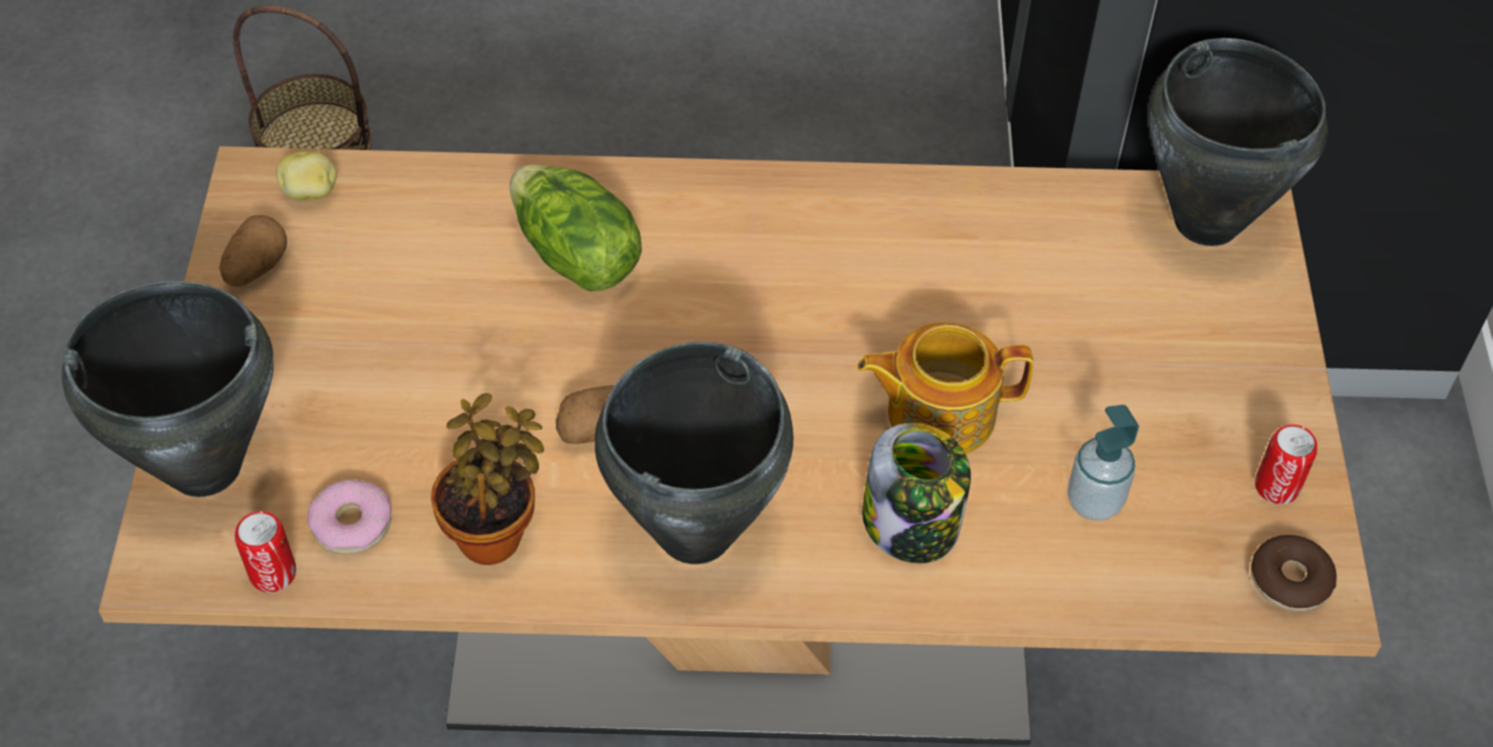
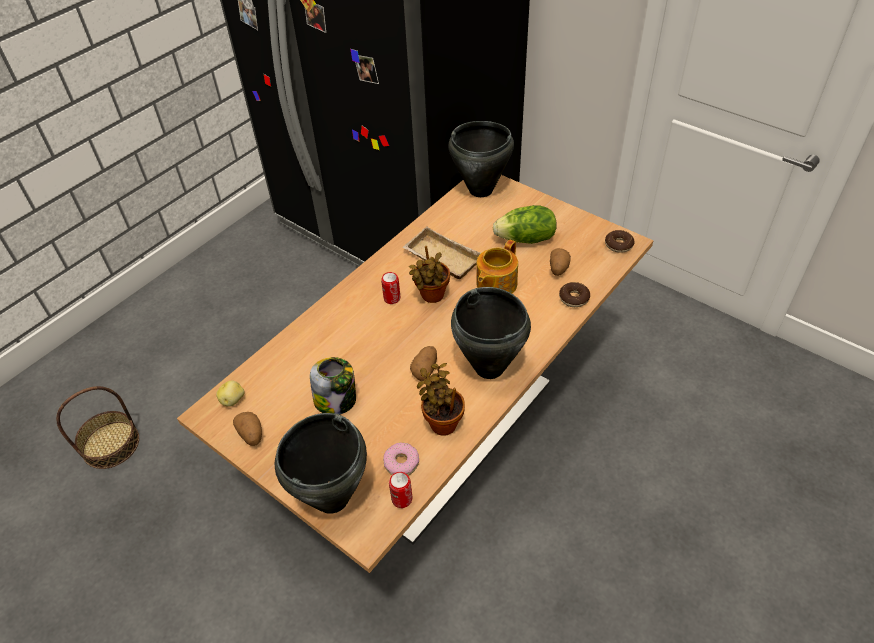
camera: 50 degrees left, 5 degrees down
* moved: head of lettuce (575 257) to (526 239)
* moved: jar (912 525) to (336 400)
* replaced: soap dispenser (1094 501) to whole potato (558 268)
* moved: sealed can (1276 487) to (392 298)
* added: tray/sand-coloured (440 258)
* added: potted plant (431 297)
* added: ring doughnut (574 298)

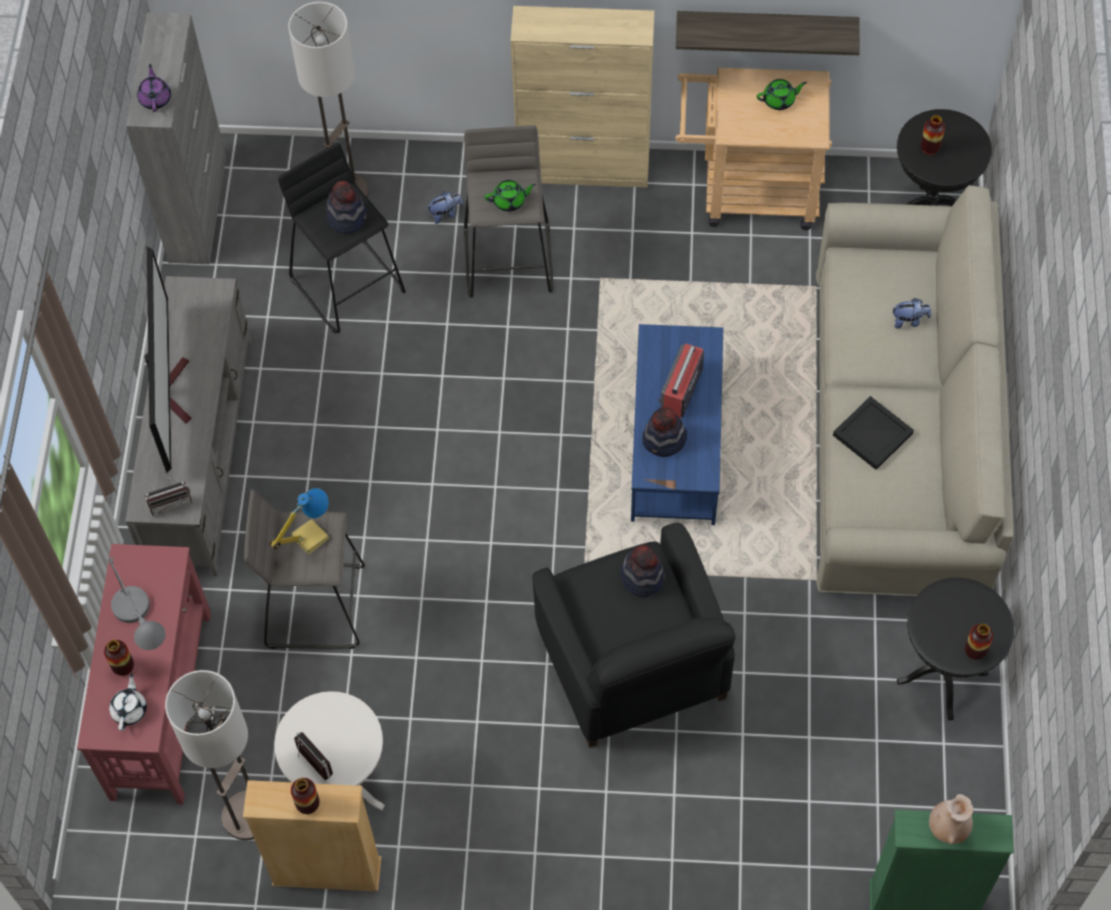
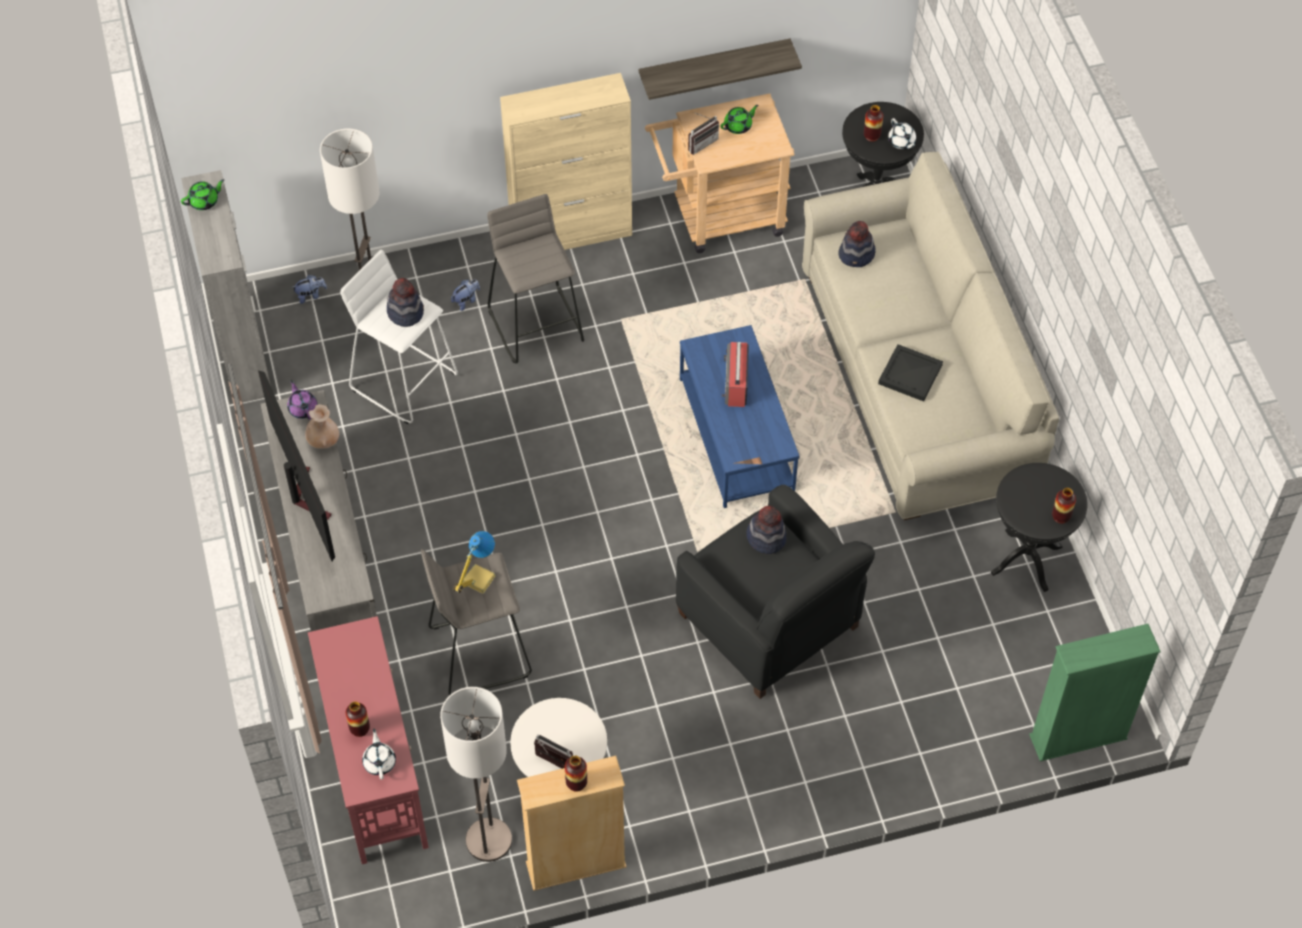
camera: 20 degrees left, 5 degrees down
* removed: lamp for a table/gray (145 632)
* moved: teapot/purple (155 98) to (303 408)
* moved: radio receiver (170 502) to (701 142)
* recoloured: stool seat/black-coloured (349 284) to stool seat/white-coloured (404 380)
* moved: teapot/green (510 201) to (204 201)
* moved: clothing hat (664 440) to (857 255)
* moved: plush toy (909 320) to (311 295)
* moved: flower vase/sand-coloured (948 828) to (324 441)
* added: teapot/white-coloured (901 142)

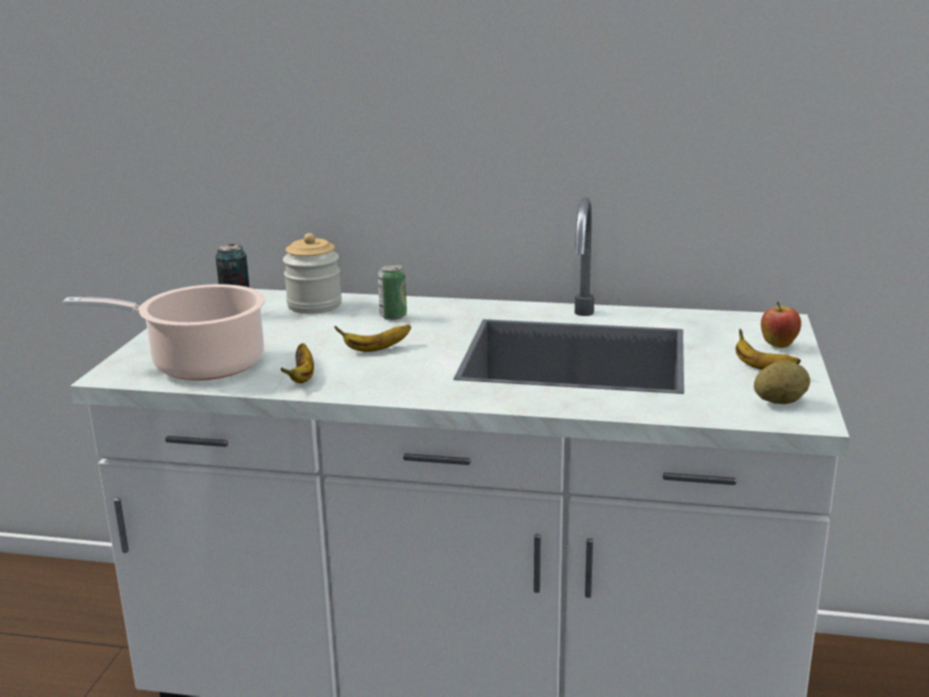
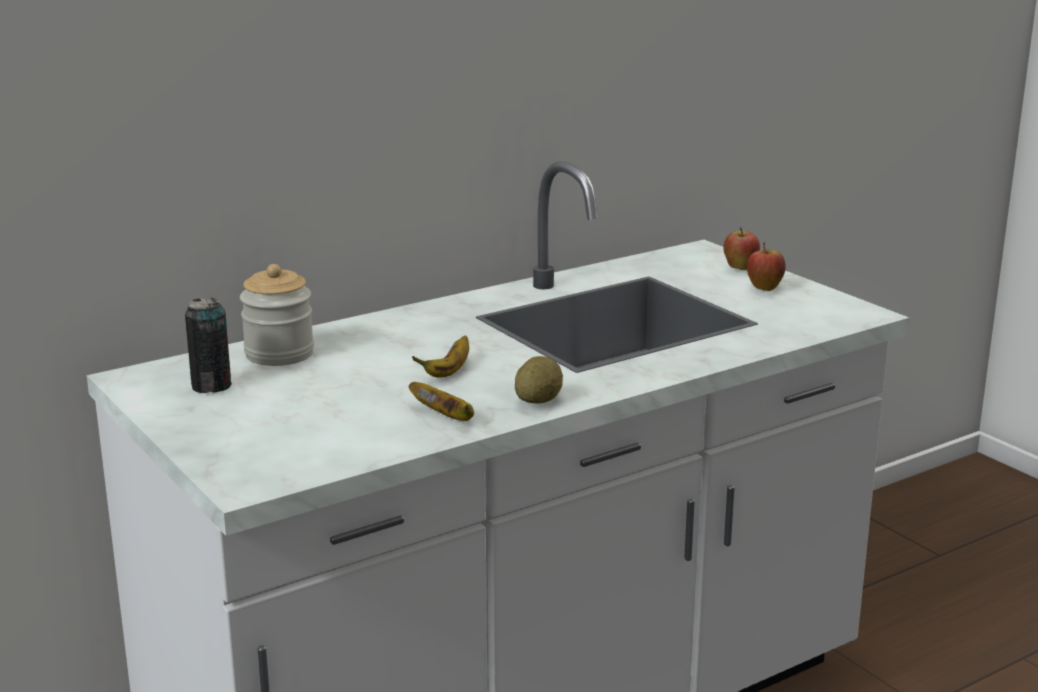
camera: 45 degrees left, 0 degrees up
* removed: stockpot (200 364)
* removed: sealed can (393 316)
* replaced: banana (761 368) to apple (764 288)
* moved: whole potato (780 402) to (538 401)

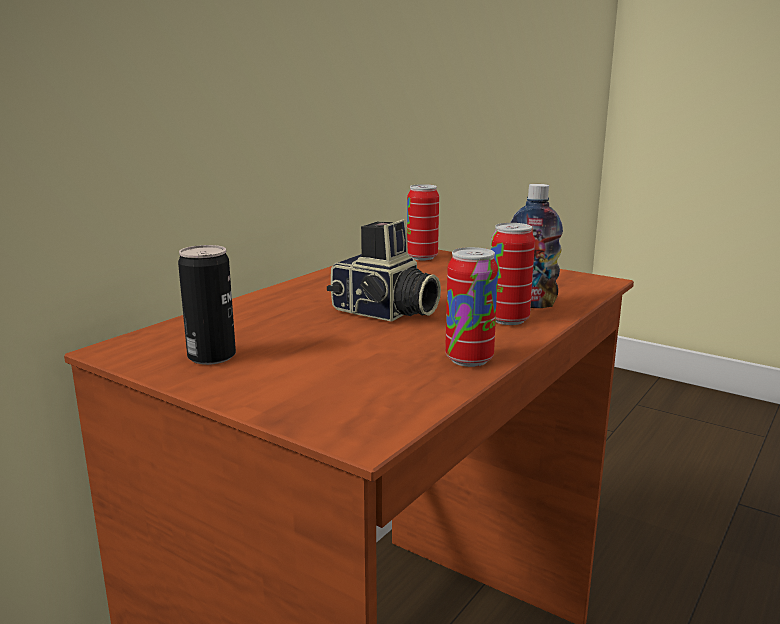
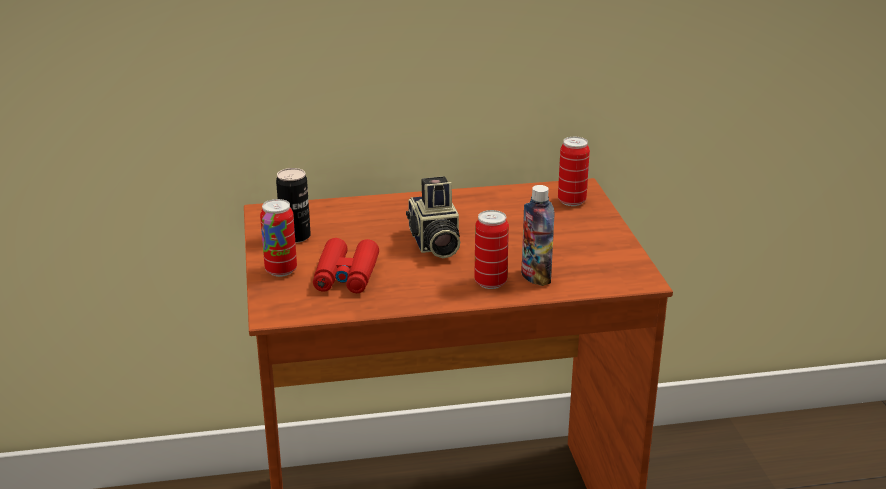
camera: 45 degrees right, 10 degrees up
* moved: sealed can (469 359) to (281 270)
* added: pair of binoculars/red-coloured (346 276)

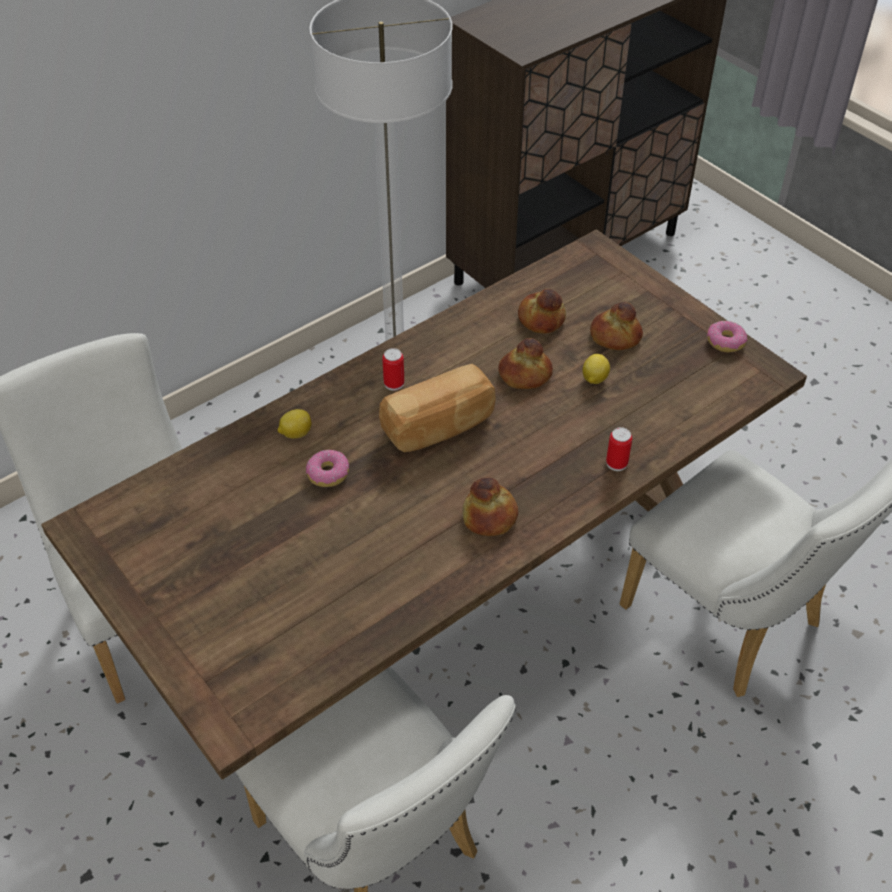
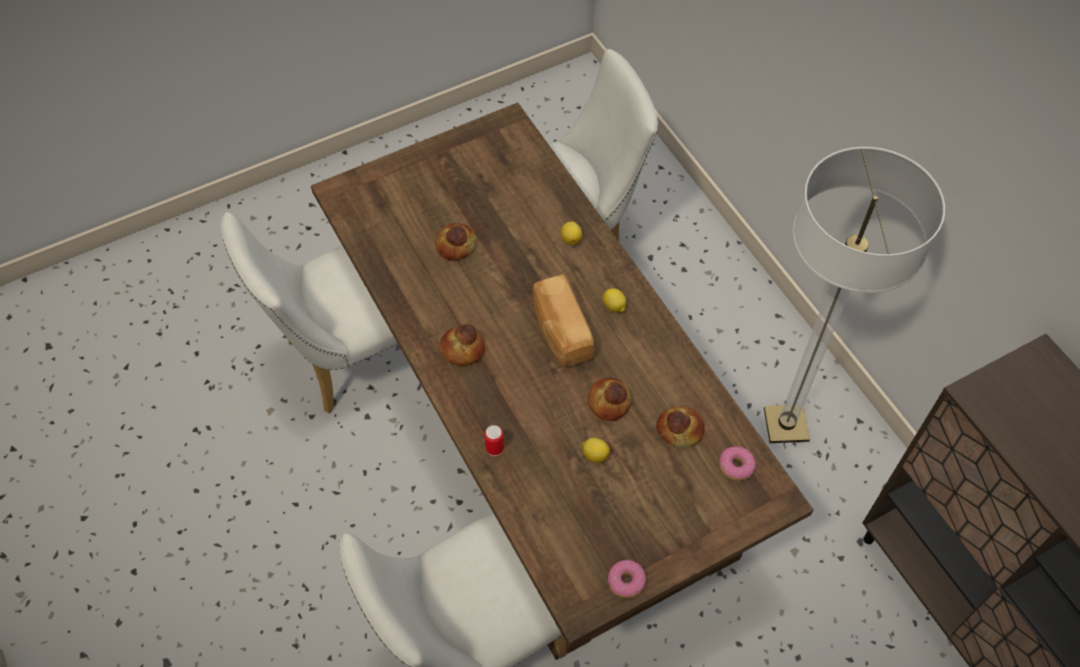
camera: 100 degrees right, 10 degrees up
* moved: ring doughnut (328 473) to (736 466)
* replaced: sealed can (394 383) to whole lemon (614 307)
* moved: baked bread (614 337) to (455 245)

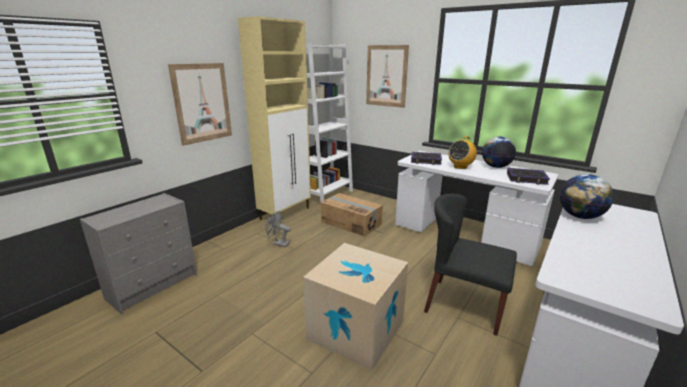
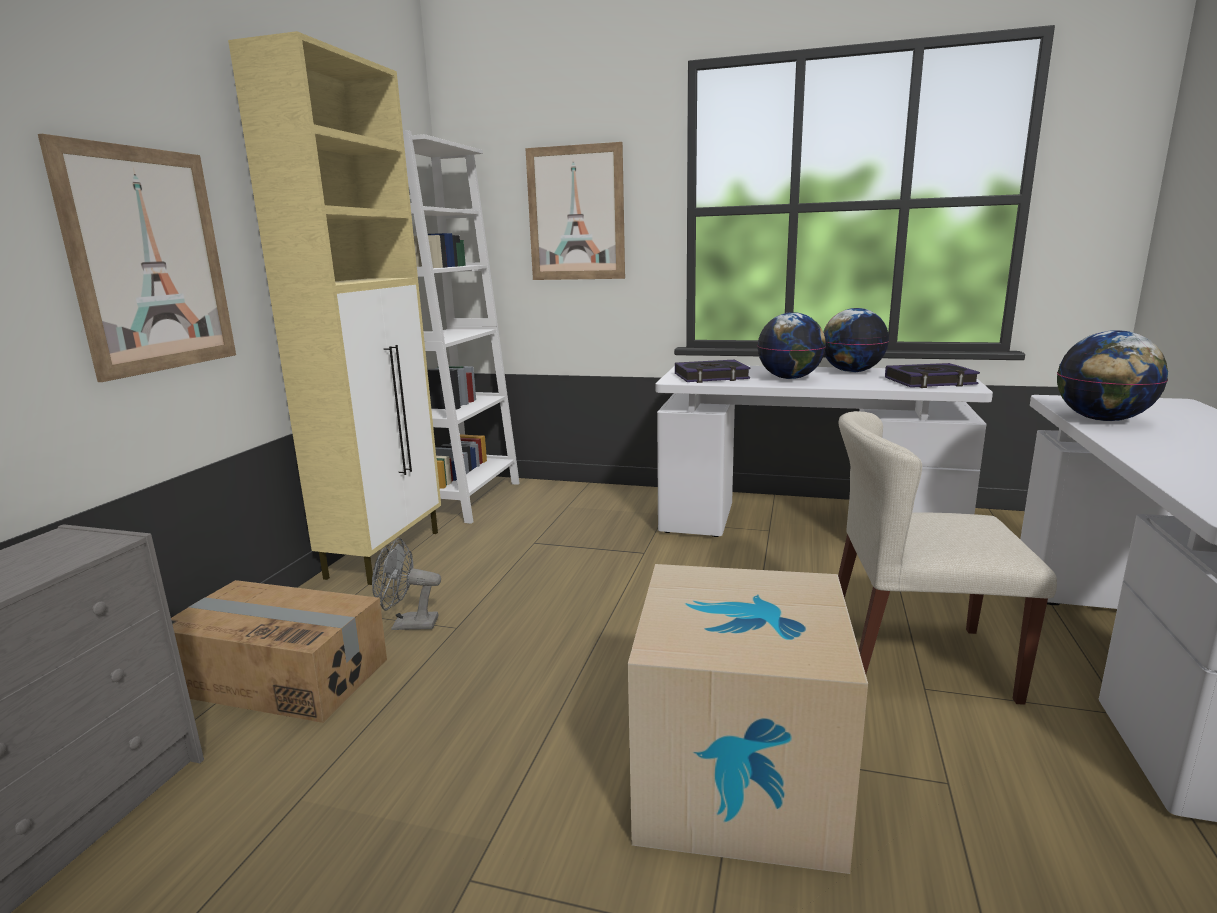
camera: 20 degrees left, 5 degrees down
* moved: carton (351 223) to (282 676)
* recoloured: upright chair/black-coloured (463 305) to upright chair/sand-coloured (915 660)
* replaced: radio receiver (460 167) to world globe (790 378)

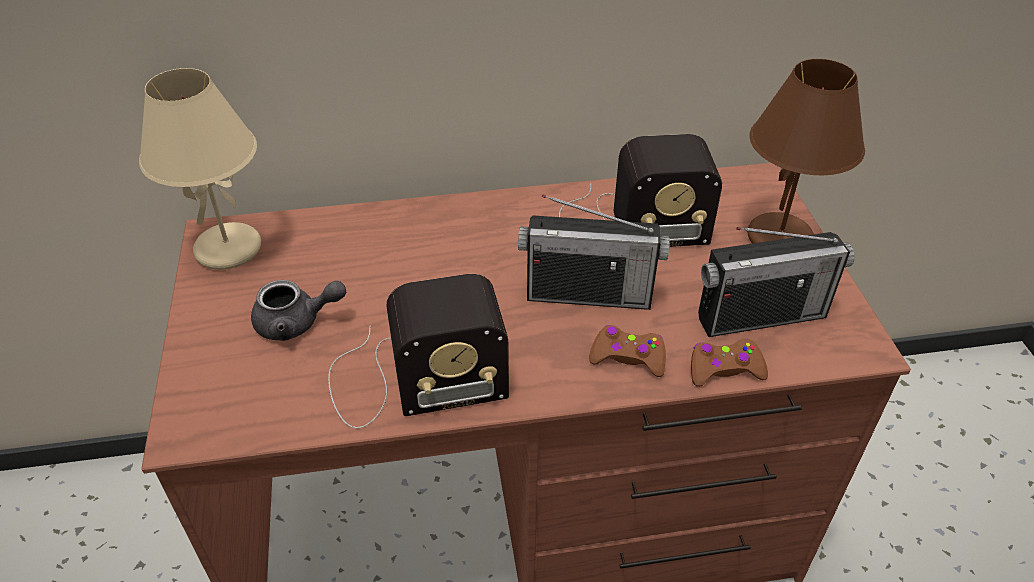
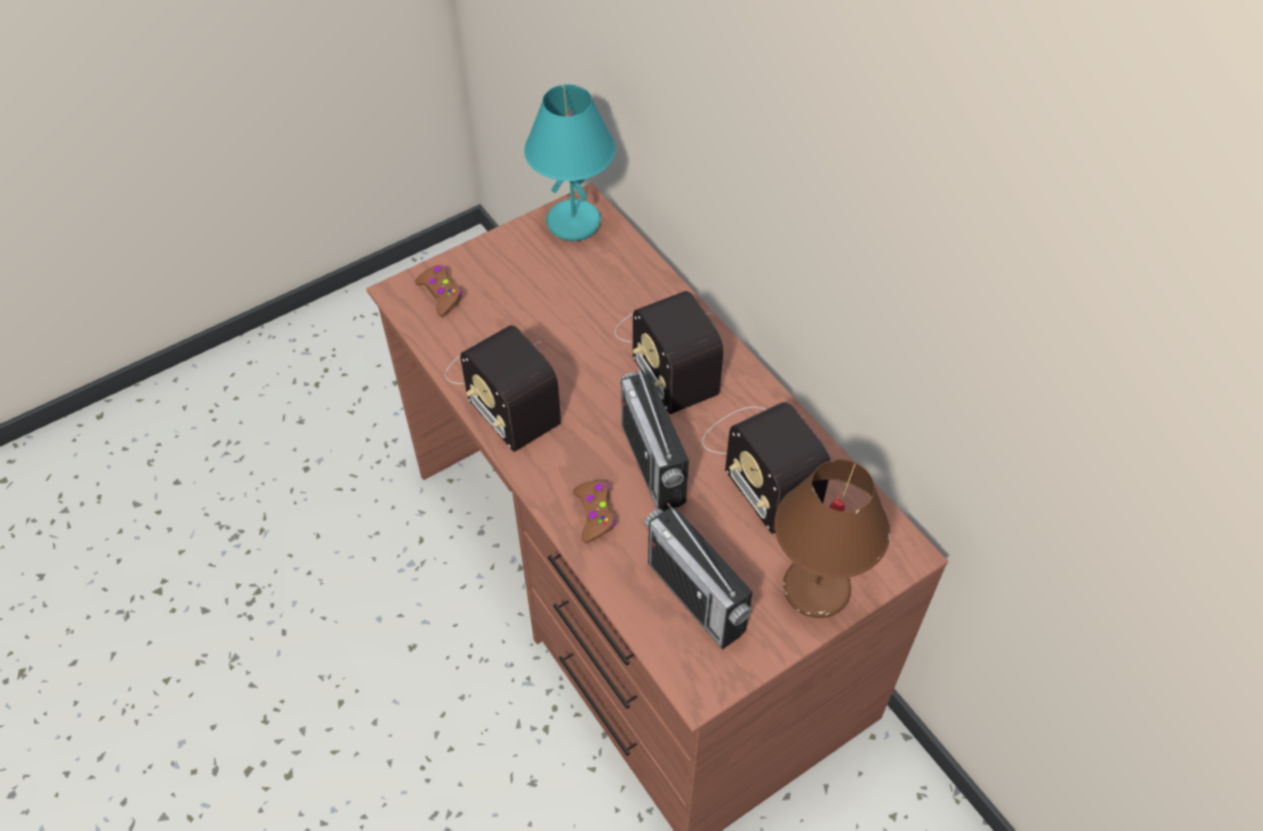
camera: 65 degrees right, 10 degrees up
* recoloured: lamp for a table/sand-coloured (229 248) to lamp for a table/blue-green (575 222)
* removed: teapot/gray (296 323)
* moved: gamepad/brown (724 369) to (441 294)
* added: radio receiver (667 352)

